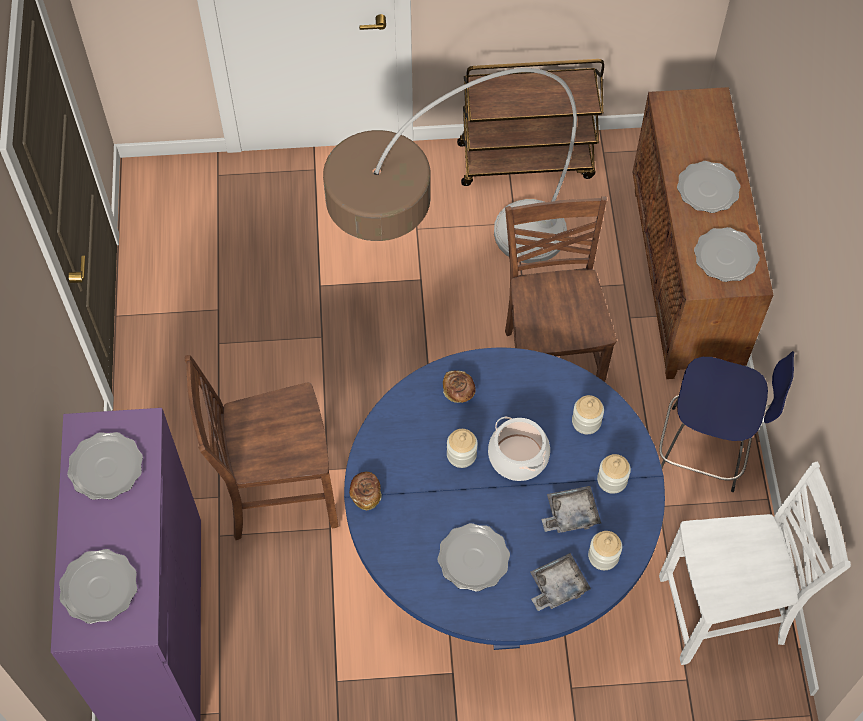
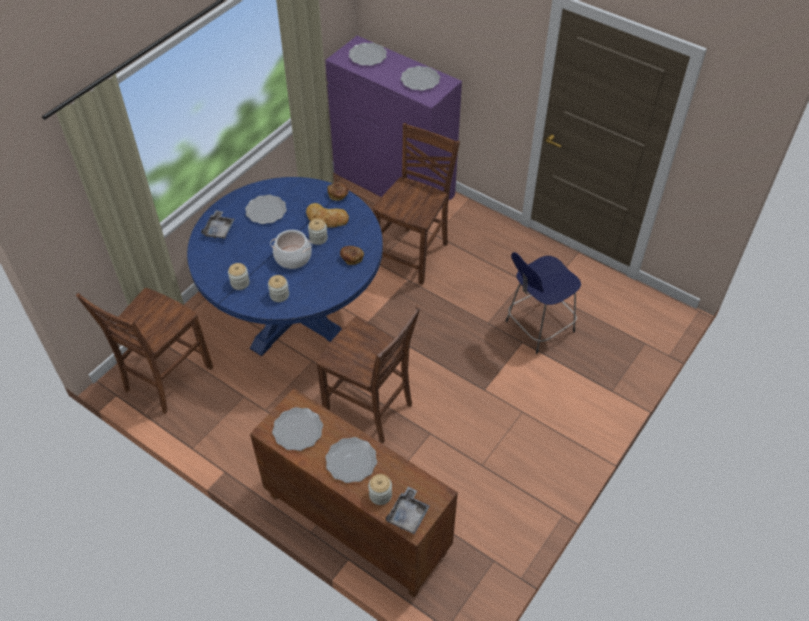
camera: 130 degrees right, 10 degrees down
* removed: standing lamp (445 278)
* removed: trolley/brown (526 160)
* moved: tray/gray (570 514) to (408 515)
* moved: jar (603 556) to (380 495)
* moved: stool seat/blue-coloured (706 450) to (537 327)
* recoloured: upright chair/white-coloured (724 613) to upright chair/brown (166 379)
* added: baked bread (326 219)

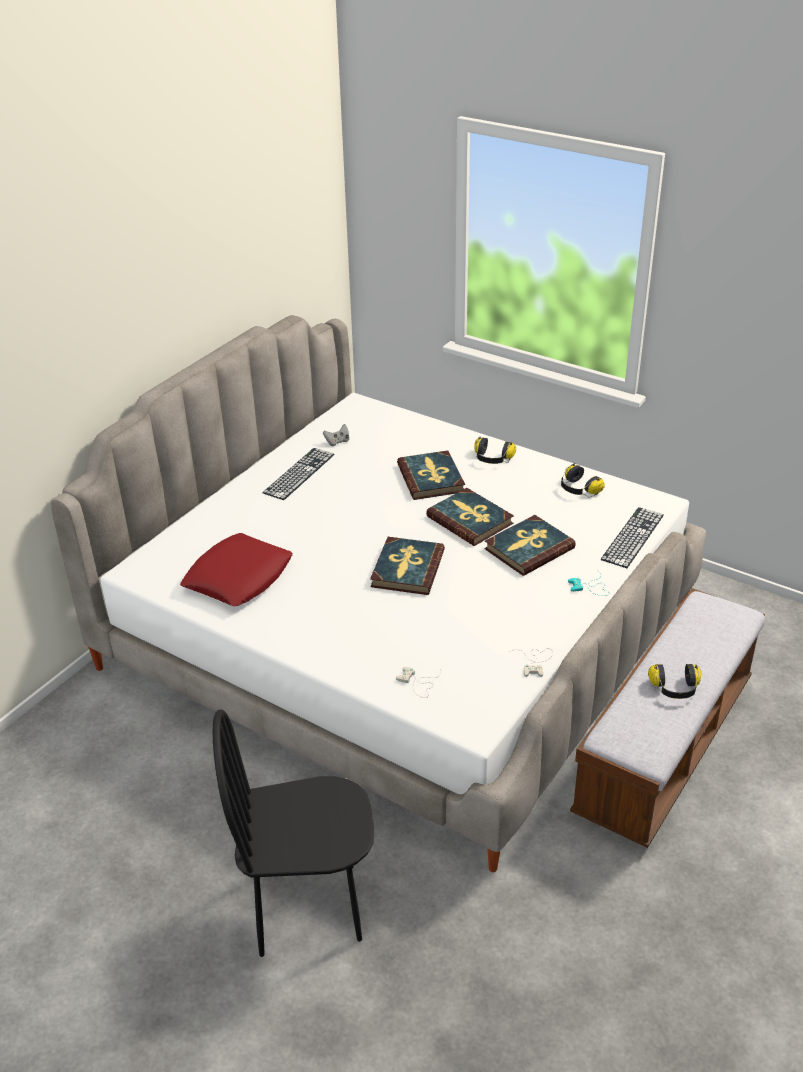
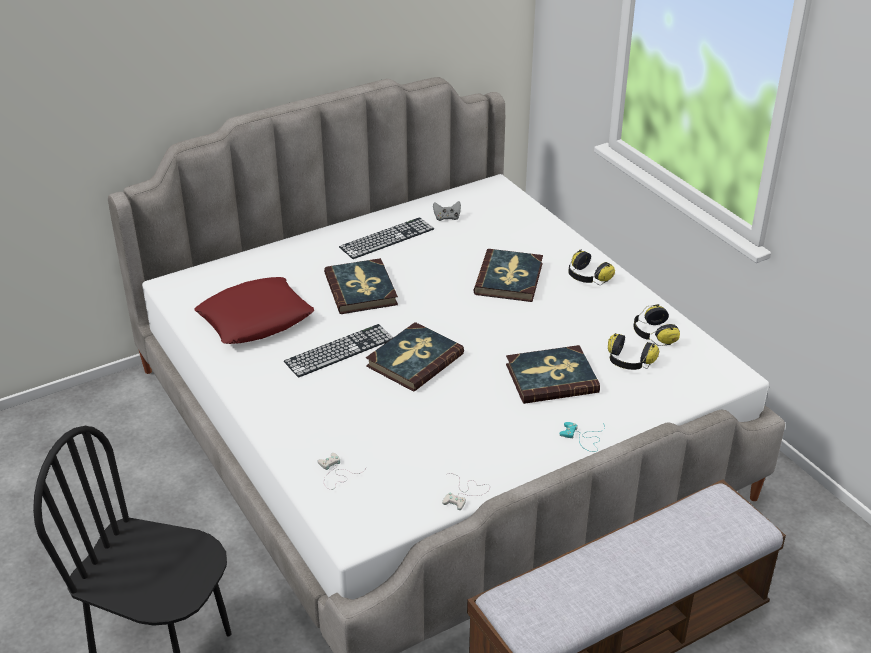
camera: 25 degrees right, 0 degrees up
* moved: volume (470 520) to (361 289)
* moved: PC keyboard (632 537) to (339 350)
* moved: headphones (675 689) to (628 362)

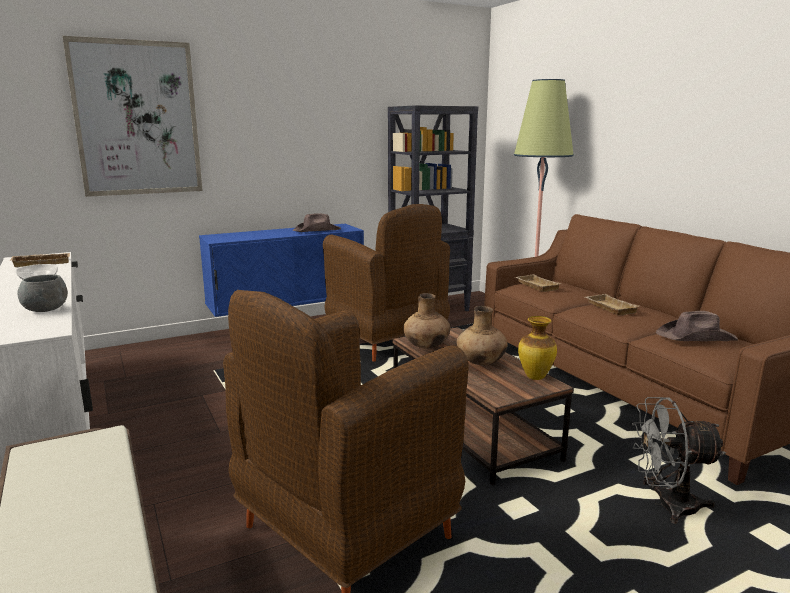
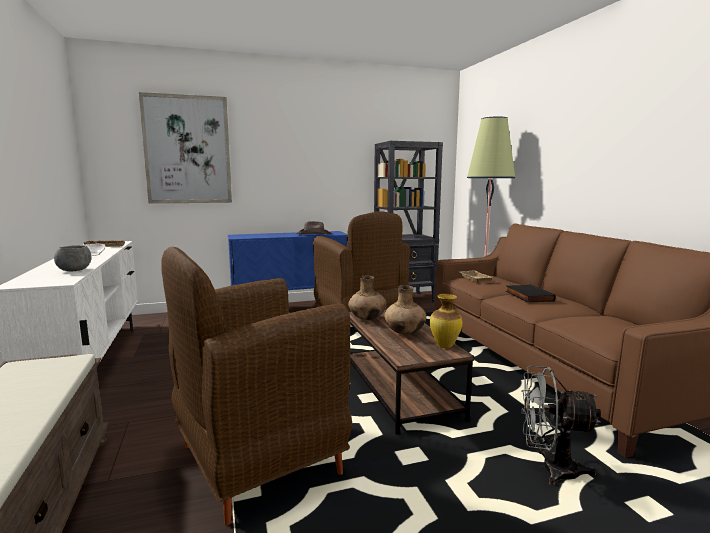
camera: 10 degrees right, 5 degrees down
* replaced: tray/sand-coloured (609 308) to volume/black-coloured (527 296)
* removed: clothing hat/brown (696 337)

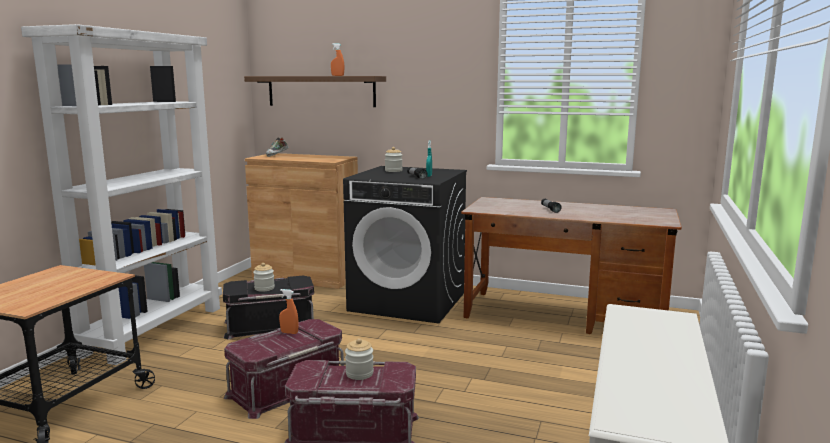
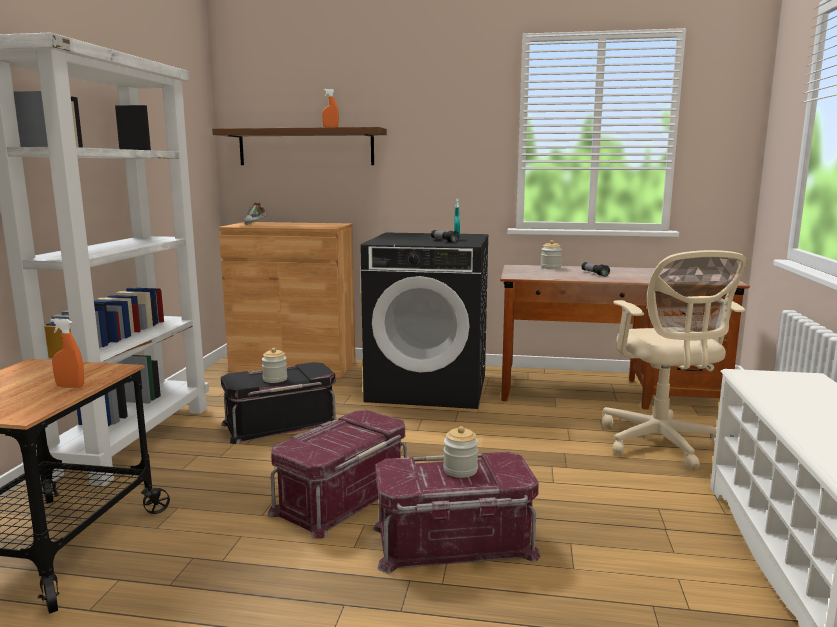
camera: 10 degrees left, 0 degrees up
* moved: hand sprayer/orangey (289 332) to (70 386)
* moved: jar (393 171) to (550 267)
* added: computer chair/sand-coloured (661 443)

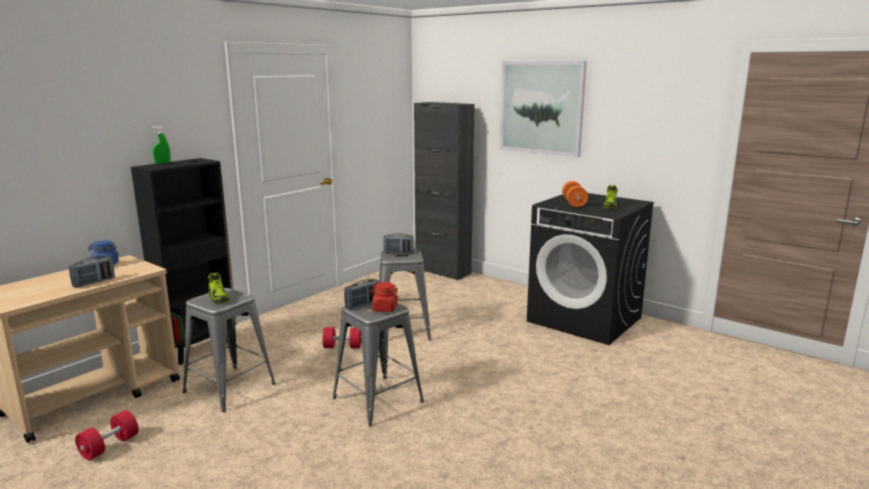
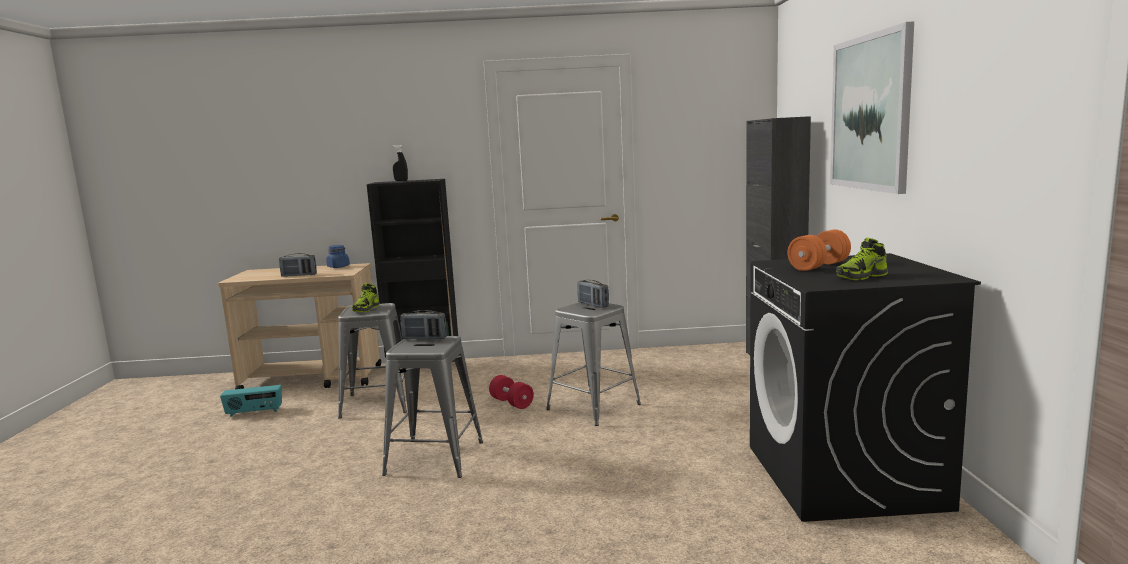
camera: 50 degrees right, 5 degrees down
* replaced: hand weight/red-coloured (109 446) to radio receiver (254 412)
* recoloured: hand sprayer/green (162 163) to hand sprayer/black-coloured (401 180)
* removed: jar/red-coloured (384 309)

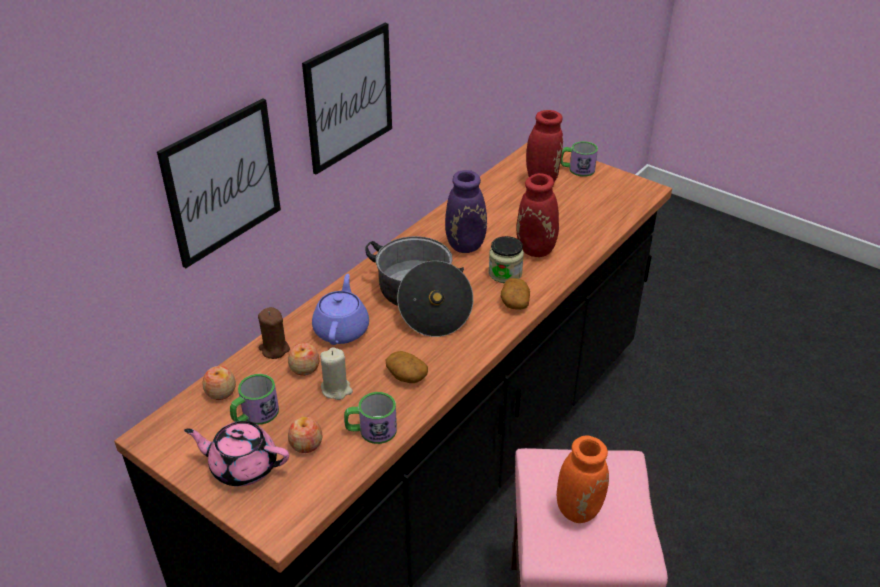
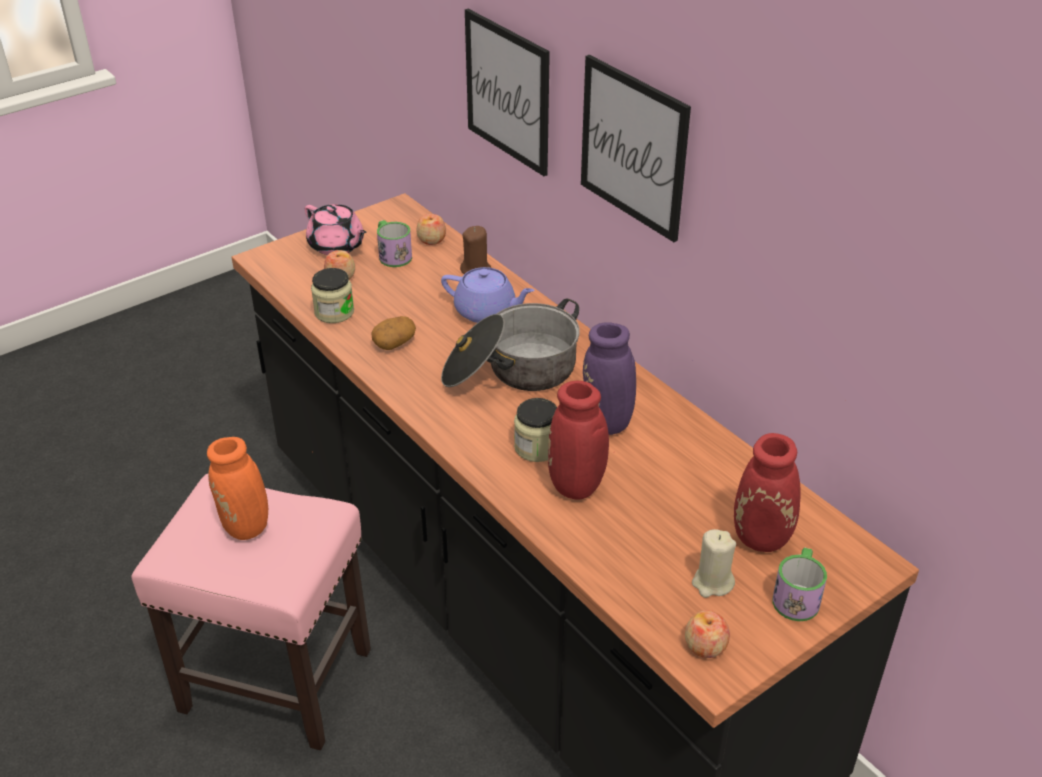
camera: 105 degrees right, 0 degrees up
* turned: teapot/pink (243 466) = (337 246) 105 degrees clockwise
* moved: apple (304 368) to (705 646)
* moved: wax light/sand-coloured (336 389) to (712 583)
* replaced: coffee mug (371 430) to jar (334 312)
* removed: whole potato (514 302)

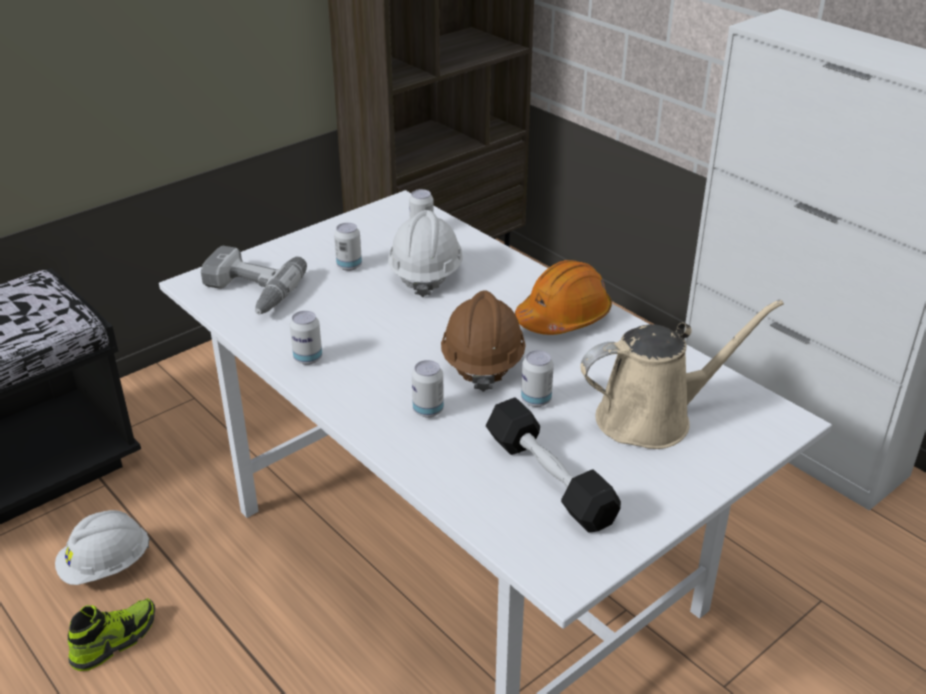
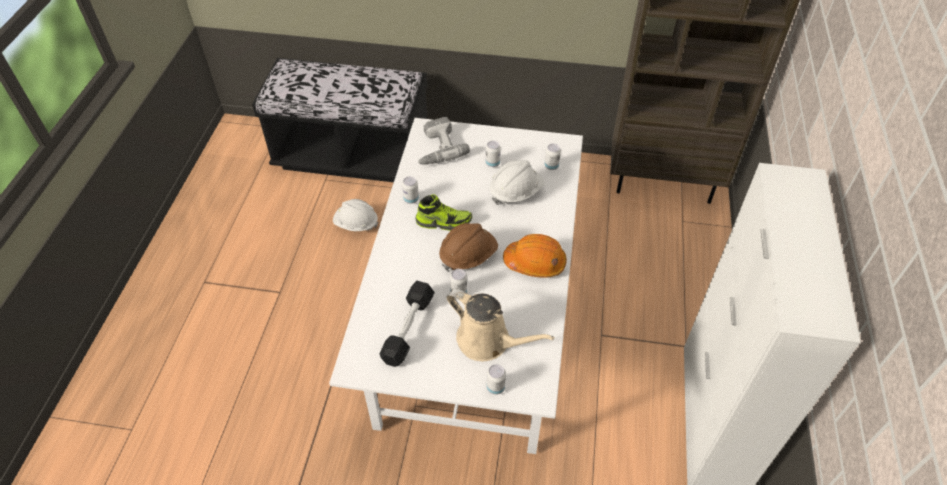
camera: 50 degrees right, 15 degrees up
* moved: low shoe (114 640) to (444 222)
* moved: sealed can (428 410) to (495 387)

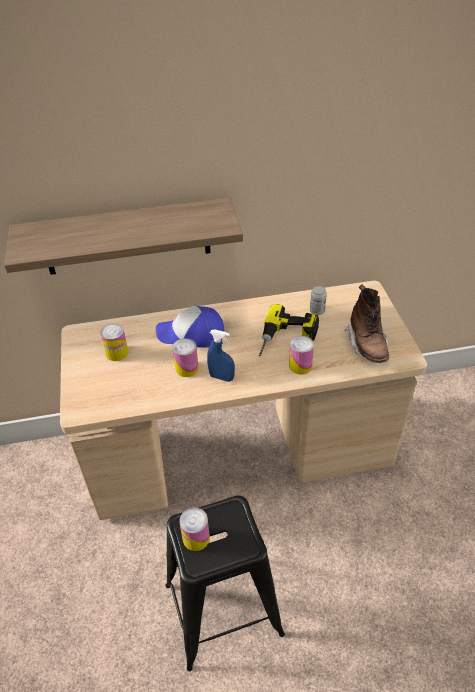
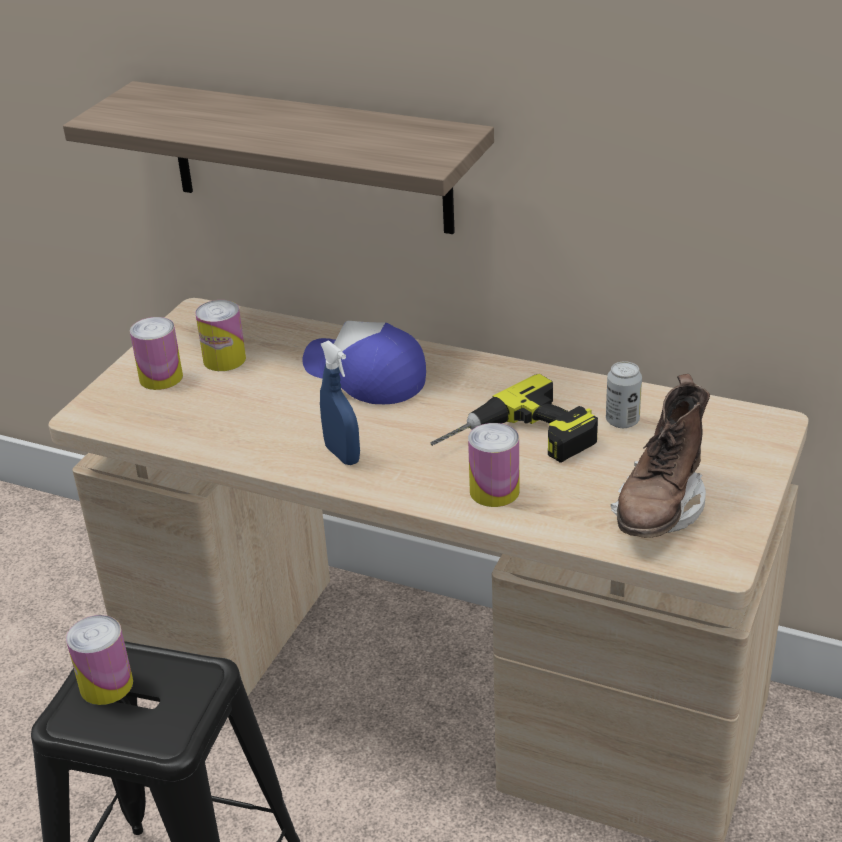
camera: 35 degrees right, 10 degrees down
* moved: sealed can (187 368) to (161 377)

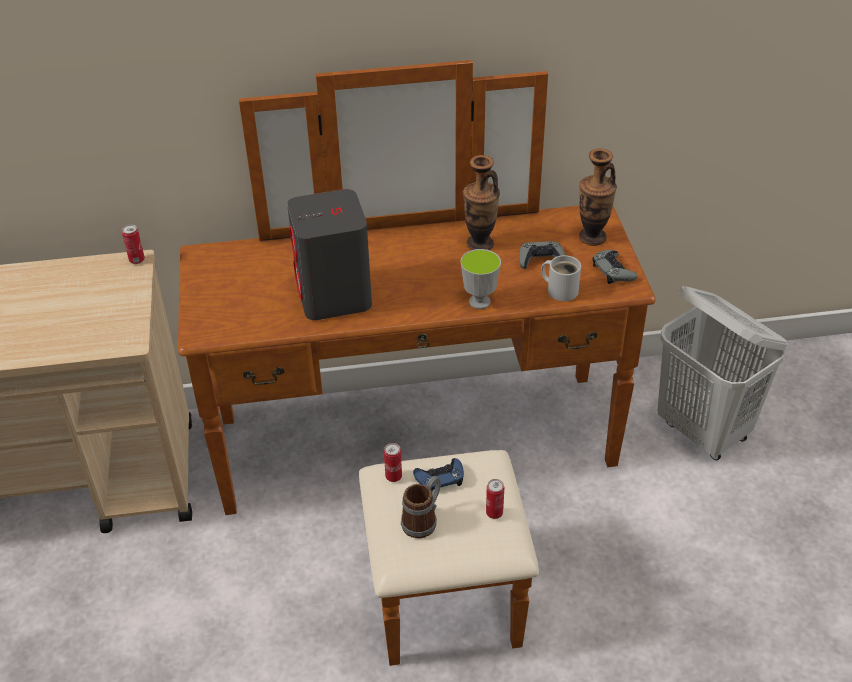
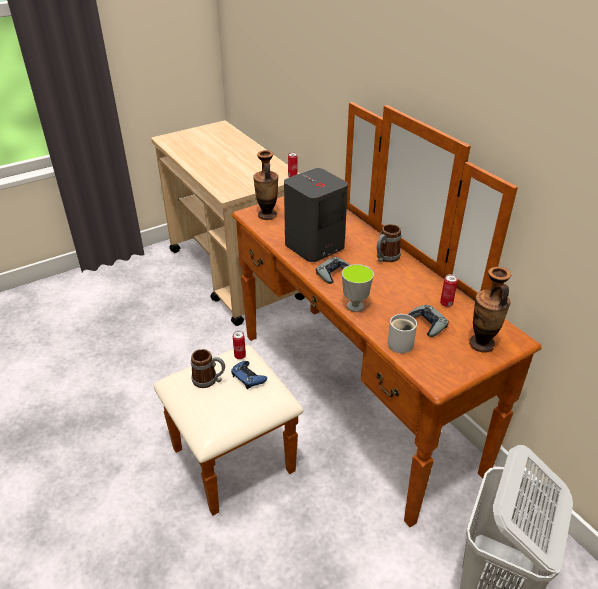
camera: 65 degrees right, 5 degrees down
* moved: flower vase (480 244) to (267 215)
* moved: sealed can (494 513) to (446 304)
* moved: gamepad/gray (613 271) to (332 273)
* added: coffee mug (385 258)

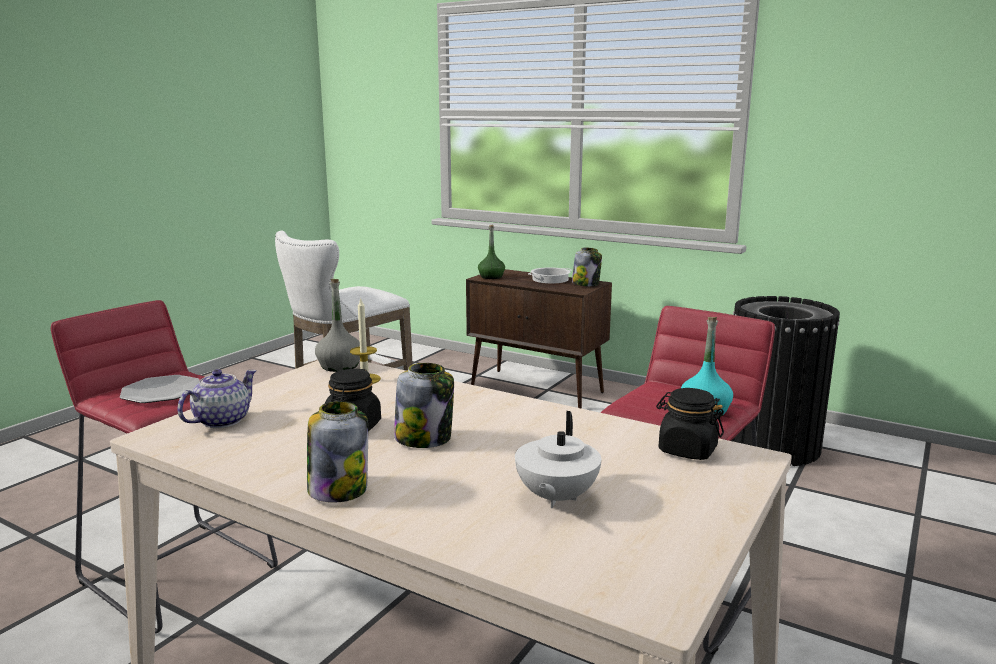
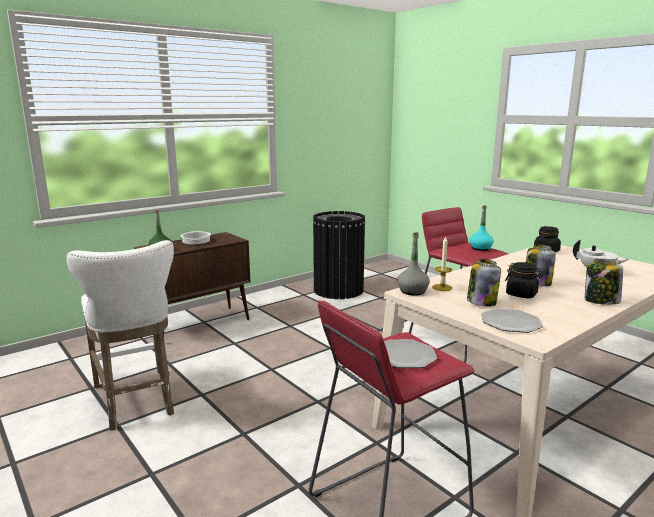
camera: 70 degrees left, 0 degrees up
* replaced: teapot (221 421) to flat dish (510 322)
* moved: jar (586 284) to (481 302)

